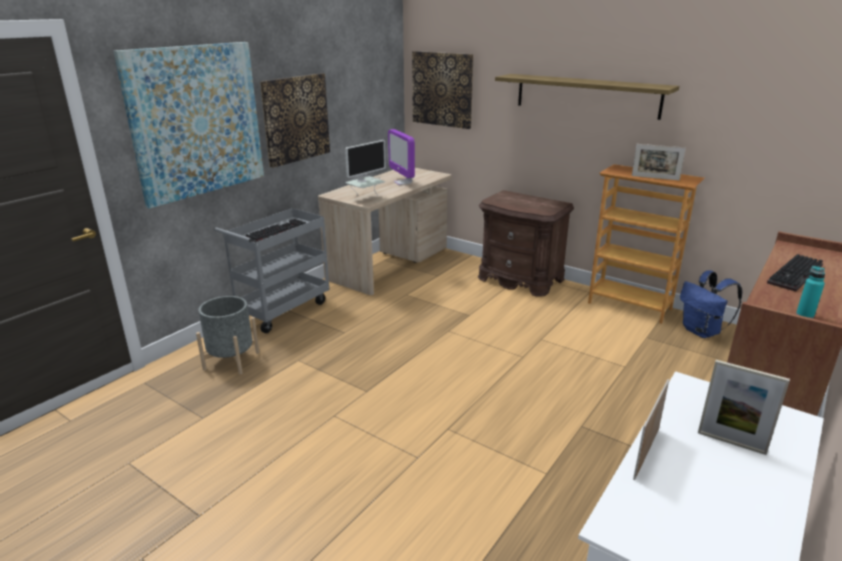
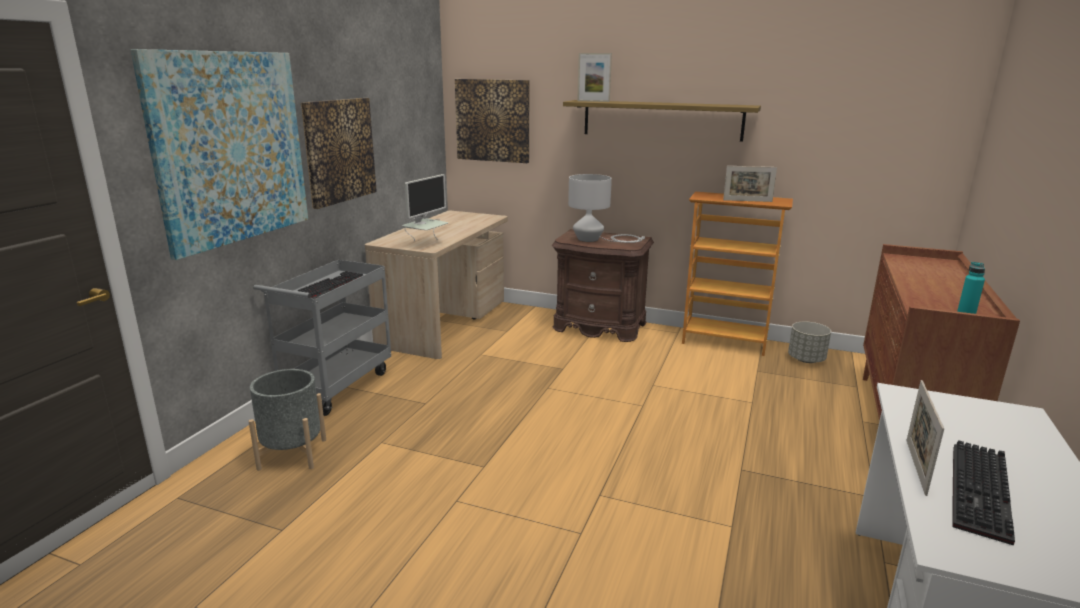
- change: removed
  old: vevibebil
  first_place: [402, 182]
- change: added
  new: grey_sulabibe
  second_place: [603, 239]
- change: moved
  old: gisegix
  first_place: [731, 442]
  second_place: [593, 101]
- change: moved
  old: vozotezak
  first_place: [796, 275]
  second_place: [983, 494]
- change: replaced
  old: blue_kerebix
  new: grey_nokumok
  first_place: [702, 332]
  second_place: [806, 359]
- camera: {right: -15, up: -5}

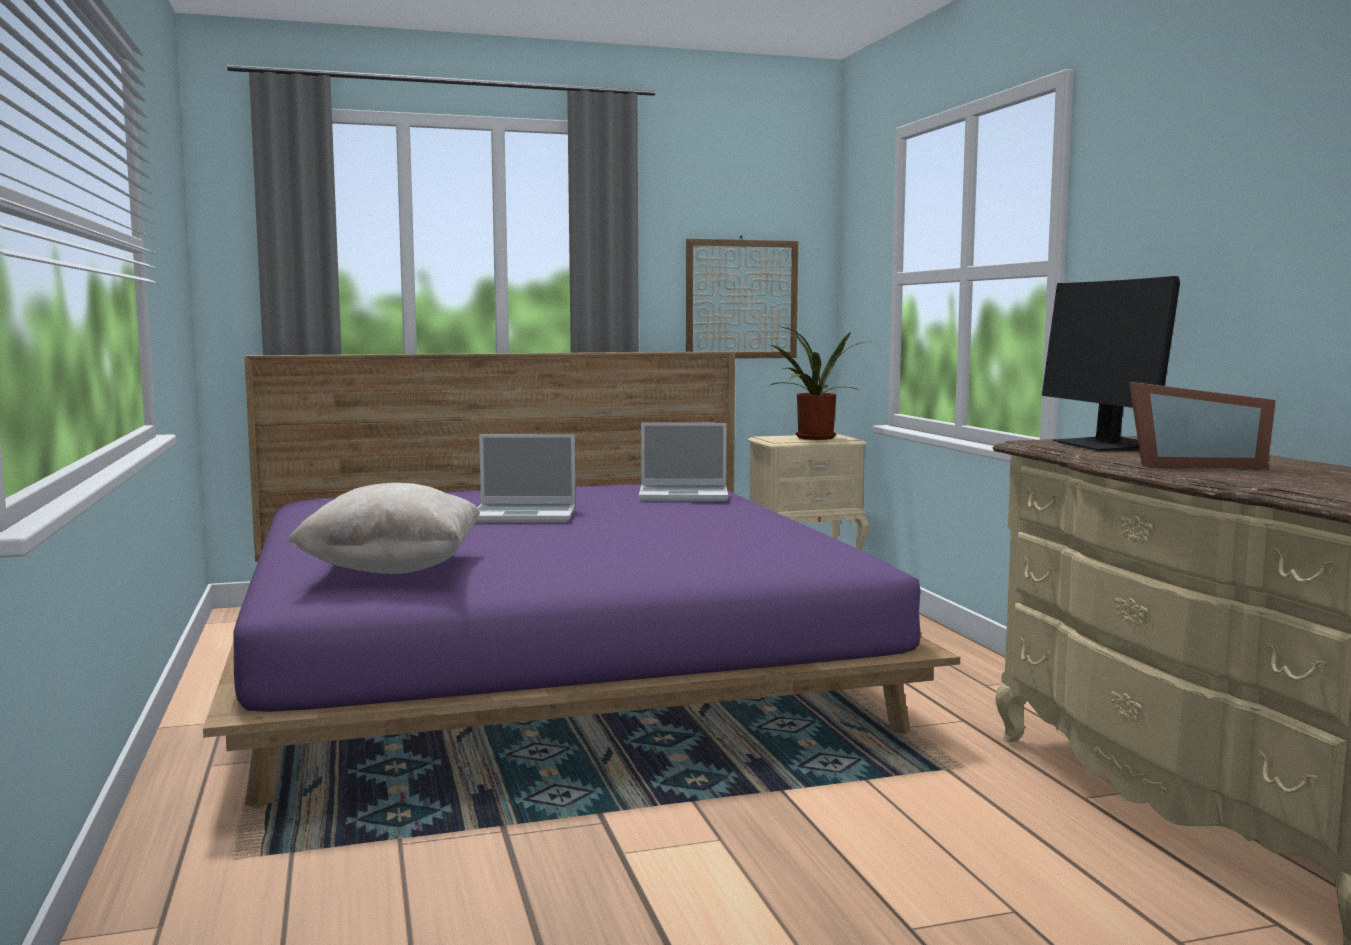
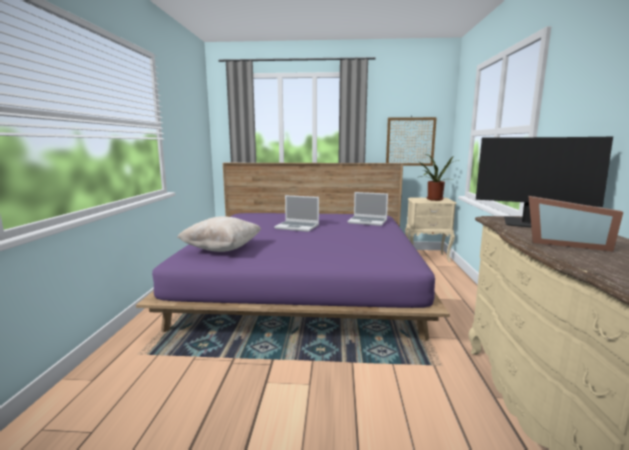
- change: turned
  old: vevibebil
  first_place: [1106, 446]
  second_place: [530, 224]
  degrees: -75
- camera: {right: 20, up: 5}

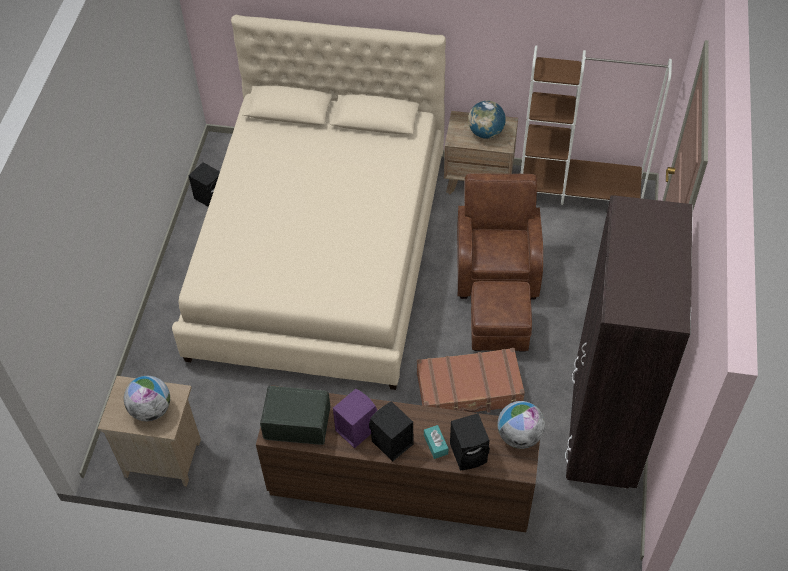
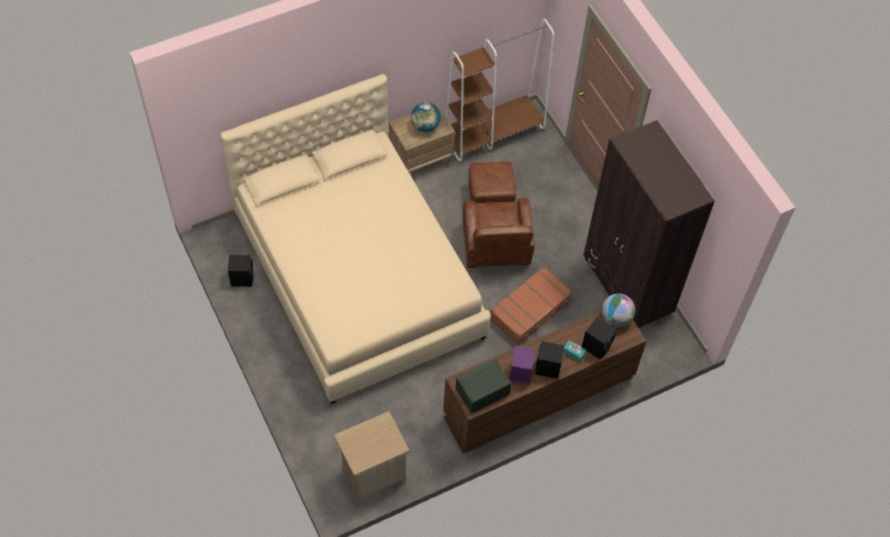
- change: removed
  old: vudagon
  first_place: [151, 409]
- change: turned
  old: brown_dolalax
  first_place: [497, 288]
  second_place: [494, 232]
  degrees: -150
- camera: {right: -40, up: 5}

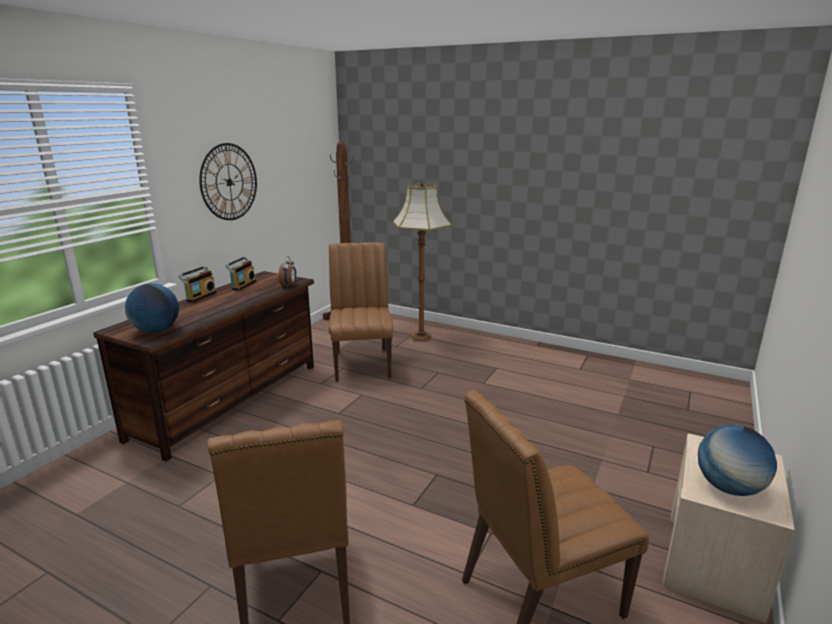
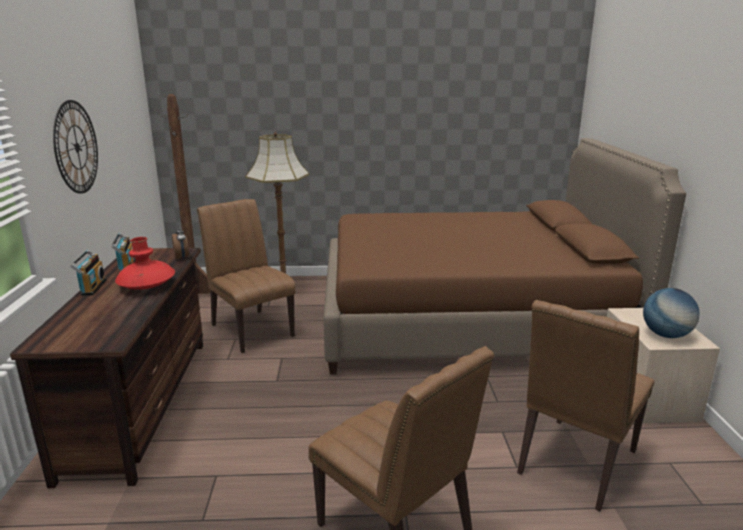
- change: removed
  old: vudagon
  first_place: [156, 330]
- change: added
  new: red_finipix
  second_place: [147, 286]
- change: added
  new: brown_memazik
  second_place: [467, 320]
- camera: {right: -30, up: 0}

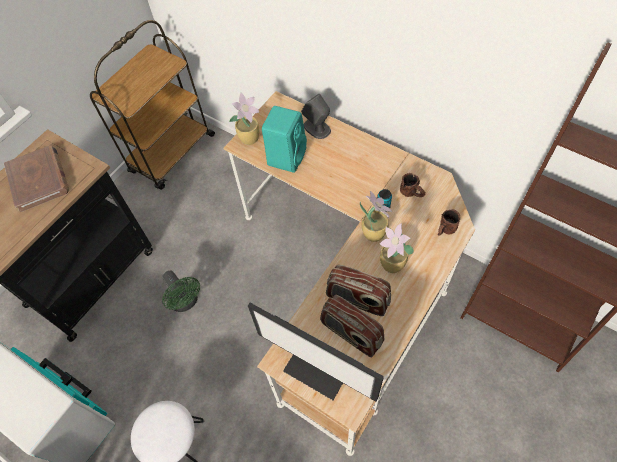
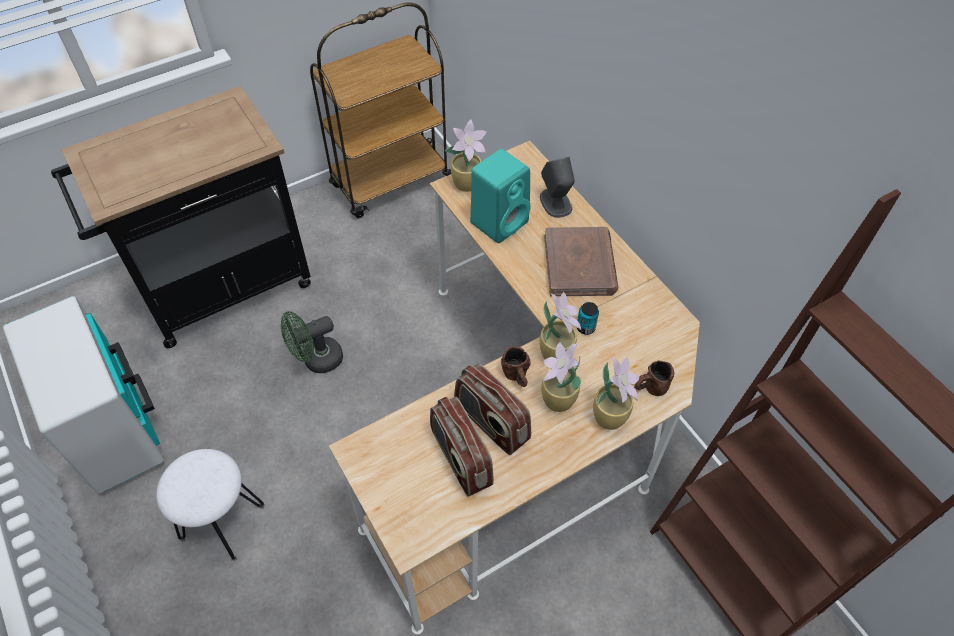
- change: removed
  old: vevibebil
  first_place: [318, 369]
- change: added
  new: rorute
  second_place: [610, 416]
- change: moved
  old: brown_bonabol
  first_place: [39, 180]
  second_place: [580, 264]
- change: moved
  old: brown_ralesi
  first_place: [412, 193]
  second_place: [517, 377]
- change: turned
  old: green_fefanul
  first_place: [186, 302]
  second_place: [316, 360]
  degrees: 75
- camera: {right: 20, up: -5}

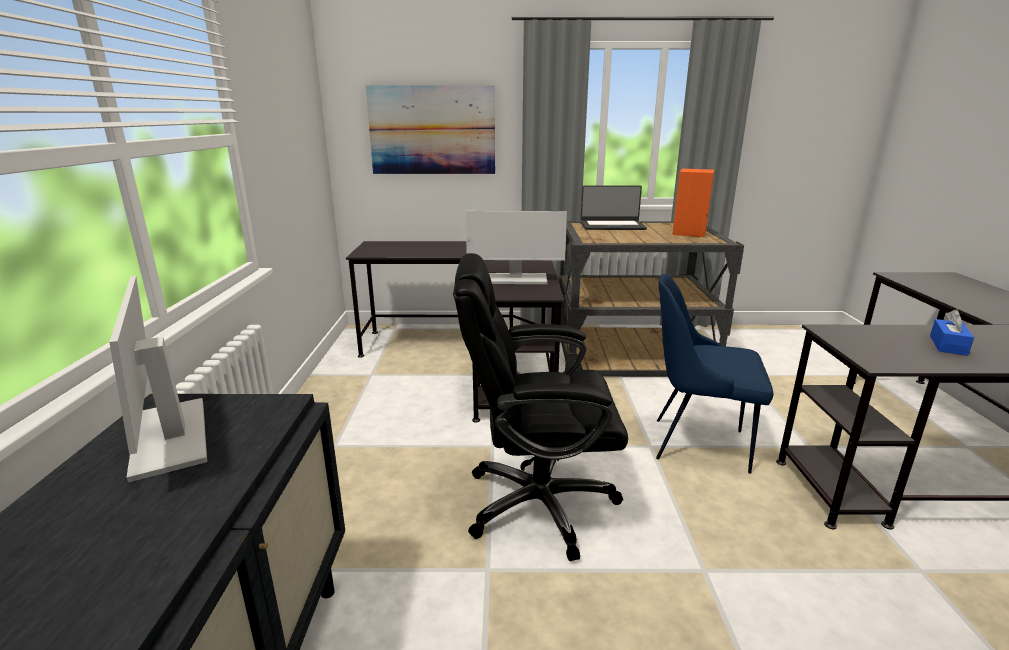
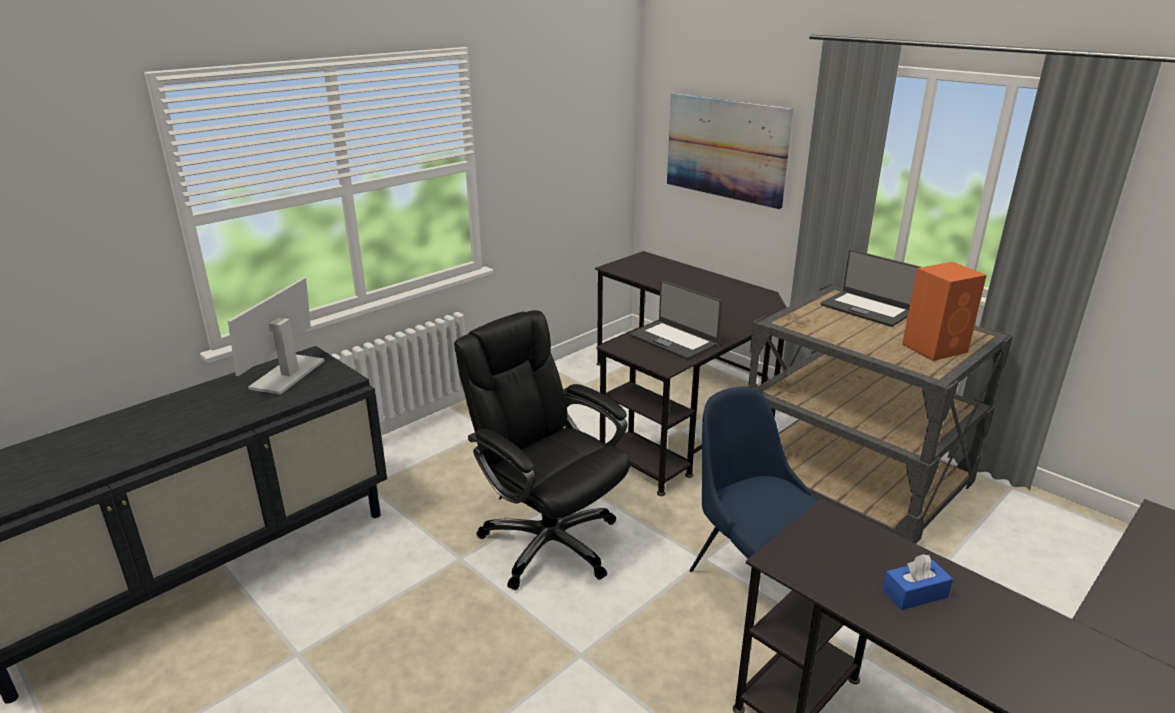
- change: replaced
  old: vevibebil
  new: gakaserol
  first_place: [515, 279]
  second_place: [674, 340]
- camera: {right: 45, up: 5}

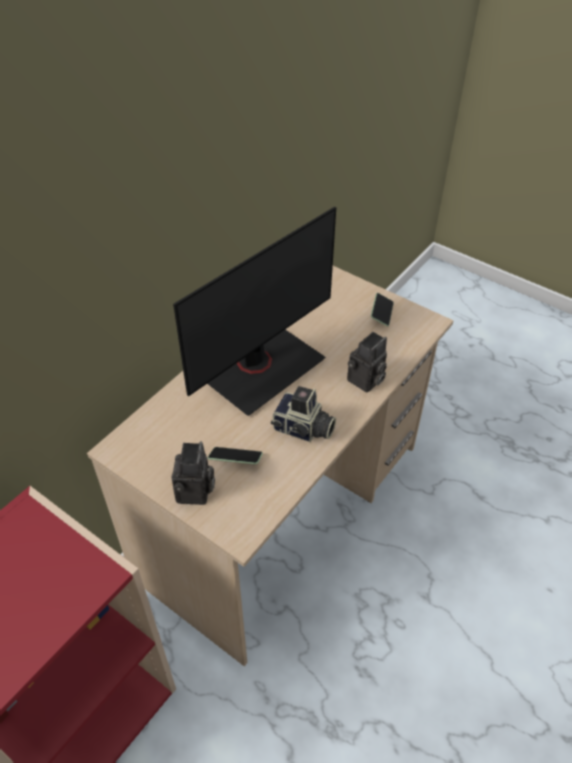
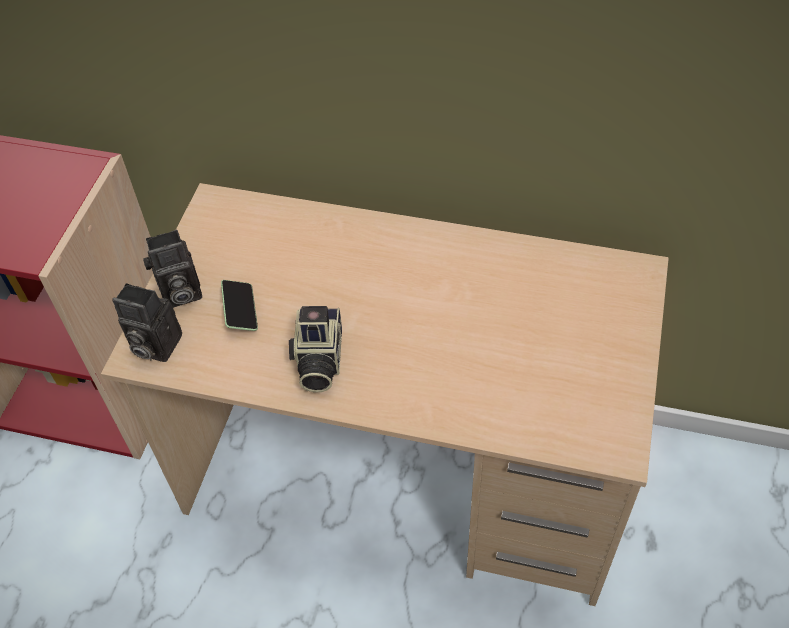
- change: removed
  old: vevibebil
  first_place: [260, 367]
- change: removed
  old: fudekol
  first_place: [381, 314]
- change: moved
  old: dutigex
  first_place: [365, 381]
  second_place: [153, 345]
- camera: {right: 70, up: 5}

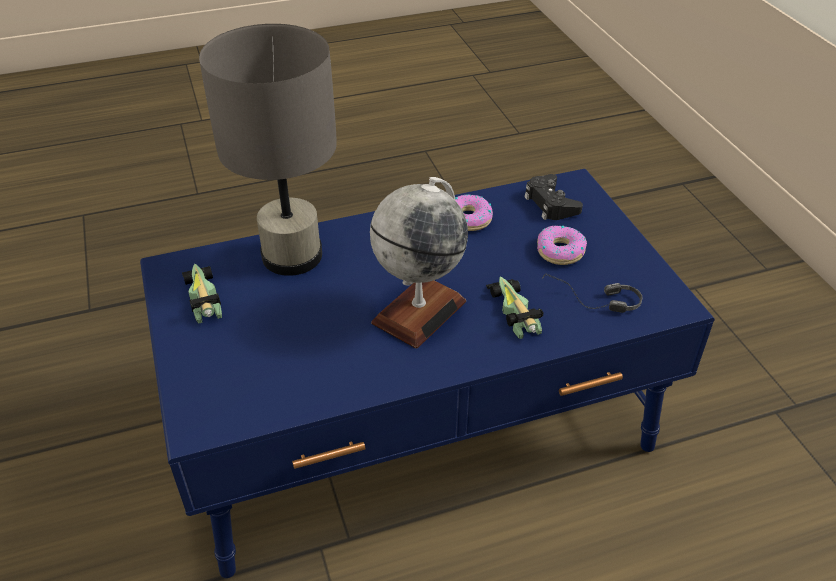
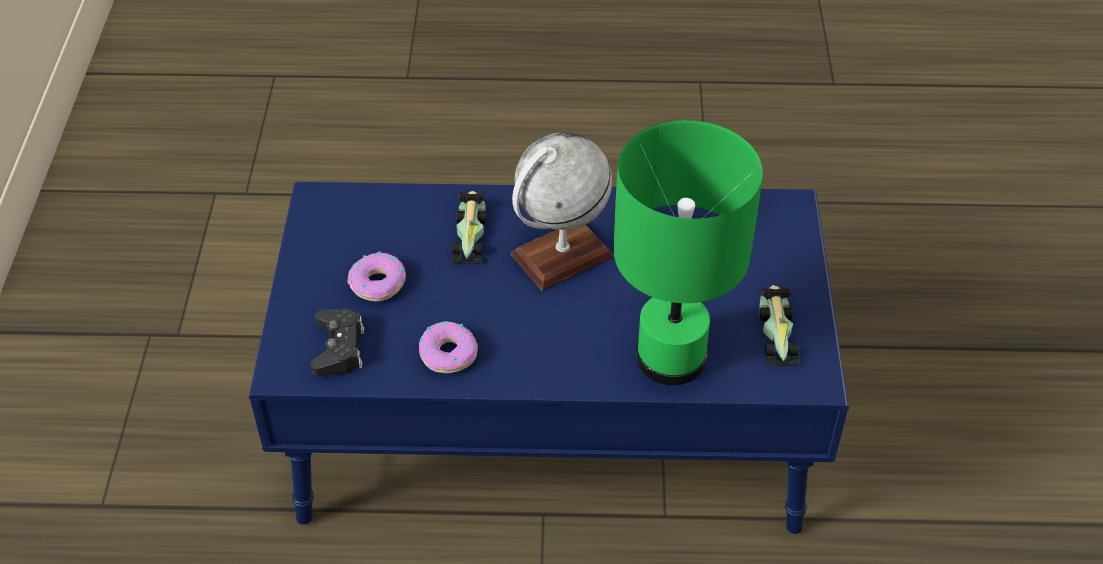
- change: removed
  old: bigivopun
  first_place: [590, 302]
- change: recoloured
  old: grey_sulabibe
  new: green_sulabibe
  first_place: [291, 257]
  second_place: [672, 356]
- camera: {right: -160, up: 5}

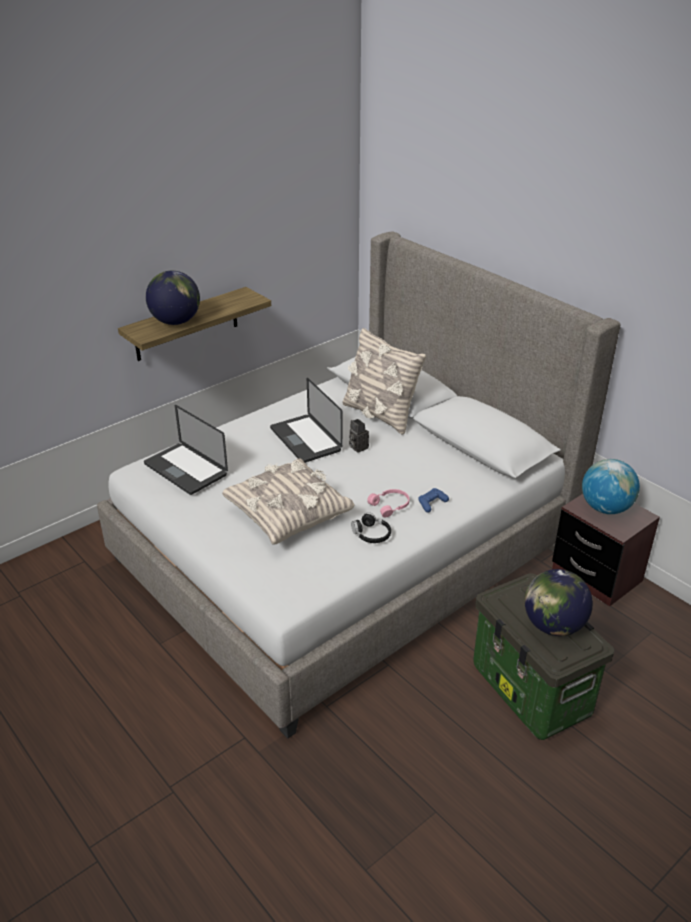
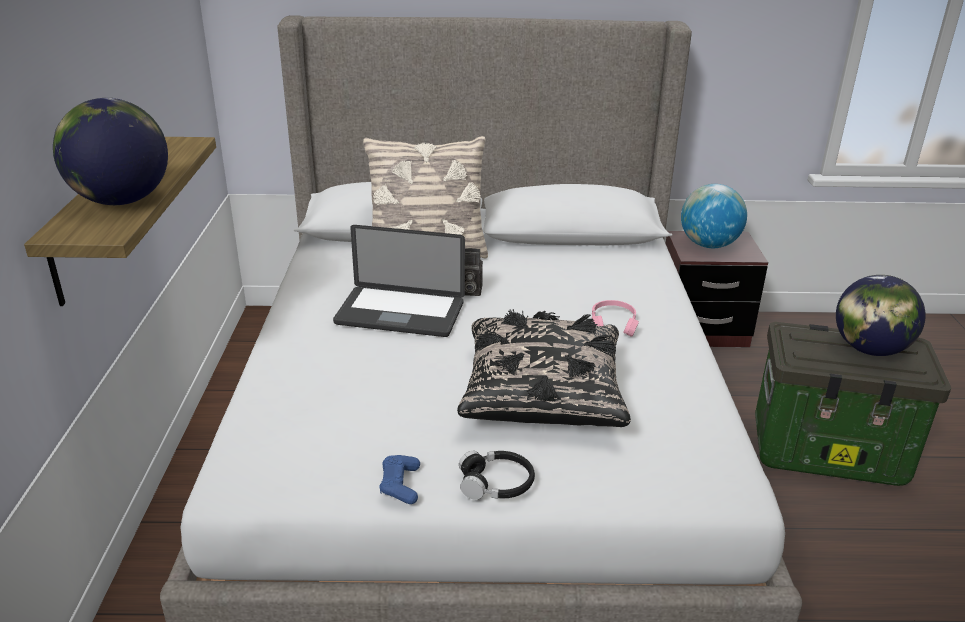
- change: removed
  old: gakaserol
  first_place: [185, 469]
- change: moved
  old: black_bigivopun
  first_place: [371, 534]
  second_place: [496, 484]
- change: moved
  old: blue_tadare
  first_place: [432, 503]
  second_place: [400, 485]
- change: recoloured
  old: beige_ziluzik
  new: black_ziluzik
  first_place: [288, 515]
  second_place: [542, 397]
- camera: {right: -50, up: -5}

